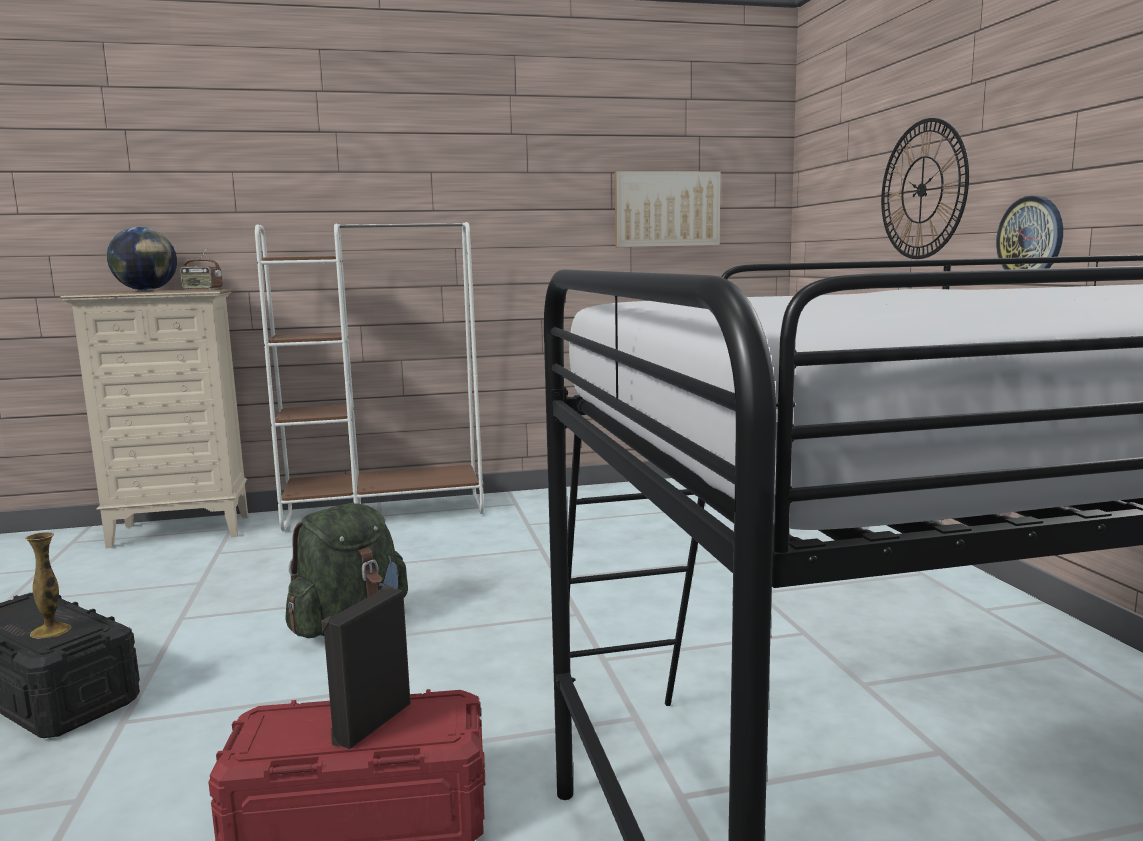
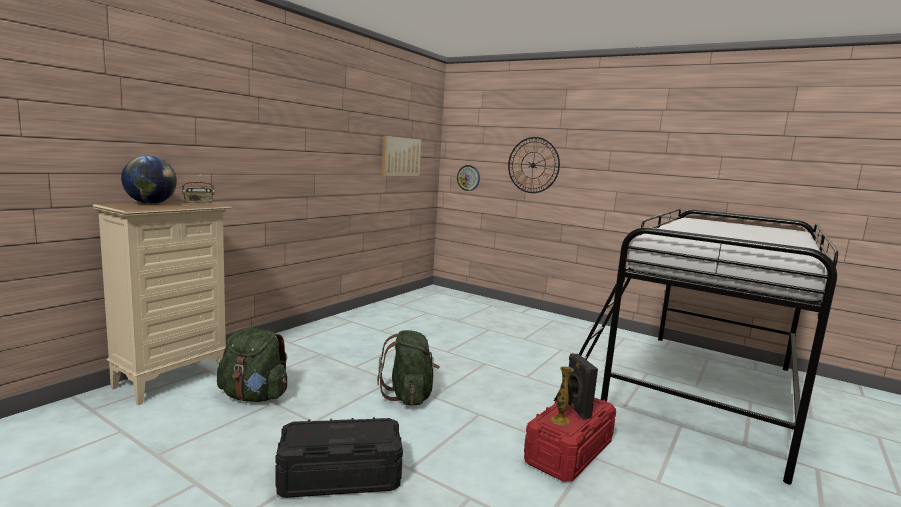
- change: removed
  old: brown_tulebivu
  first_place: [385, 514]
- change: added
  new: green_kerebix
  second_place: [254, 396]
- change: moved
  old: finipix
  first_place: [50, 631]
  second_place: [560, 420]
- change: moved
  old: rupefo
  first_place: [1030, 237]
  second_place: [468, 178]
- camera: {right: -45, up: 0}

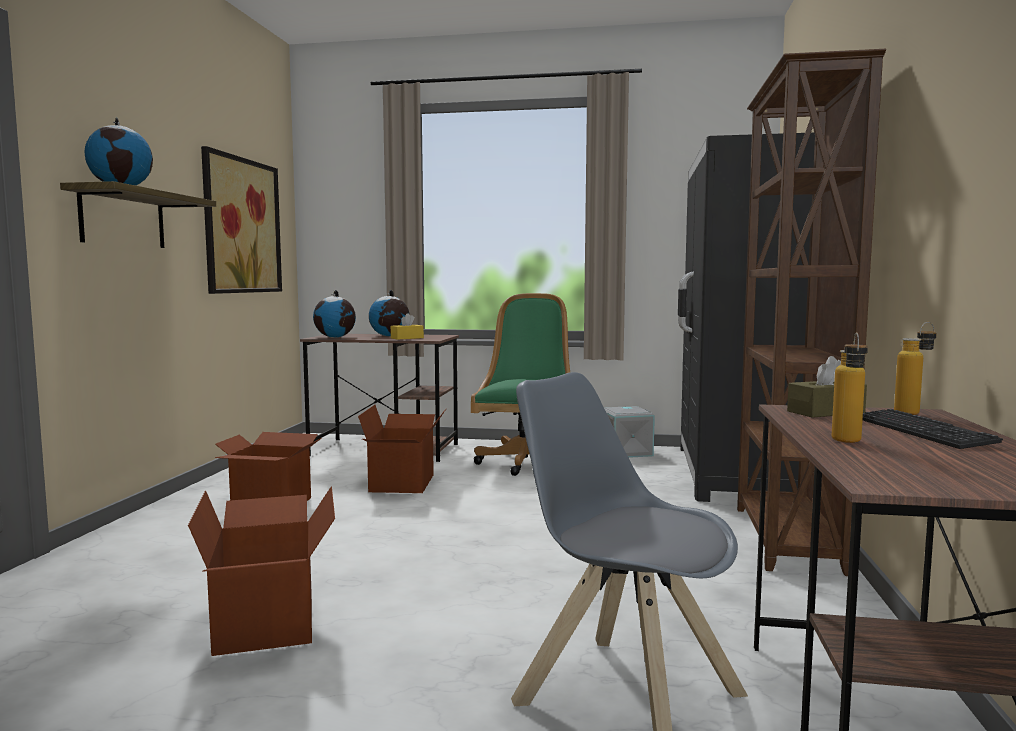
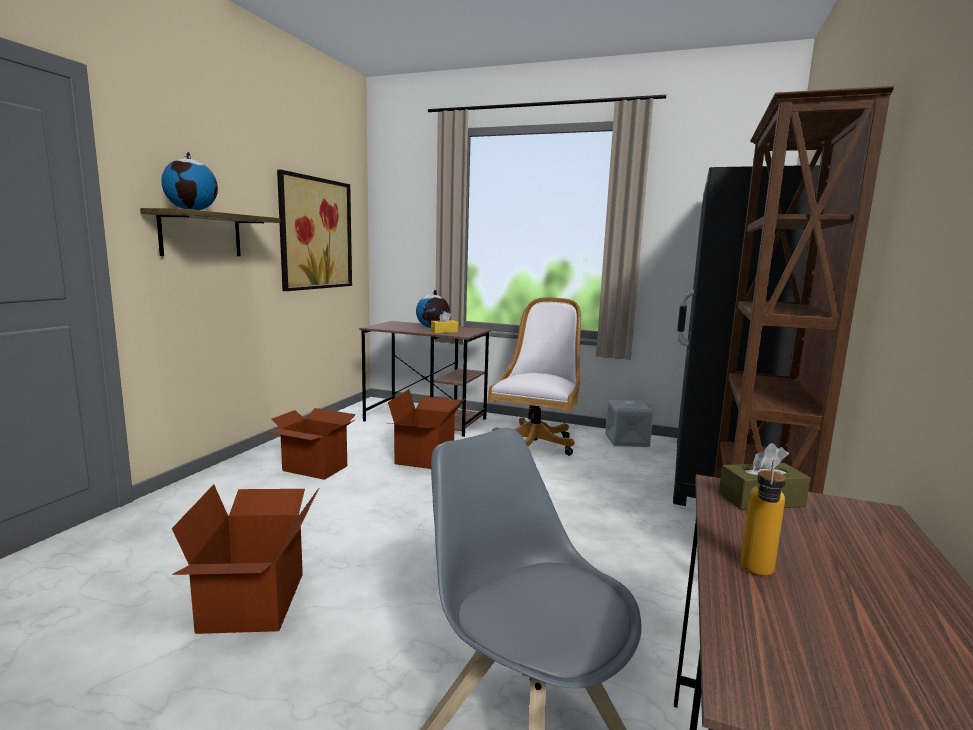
- change: removed
  old: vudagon
  first_place: [335, 337]
- change: removed
  old: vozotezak
  first_place: [921, 431]
- change: removed
  old: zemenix
  first_place: [913, 412]
- change: recoloured
  old: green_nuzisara
  new: white_nuzisara
  first_place: [526, 461]
  second_place: [536, 442]
- camera: {right: 10, up: 5}

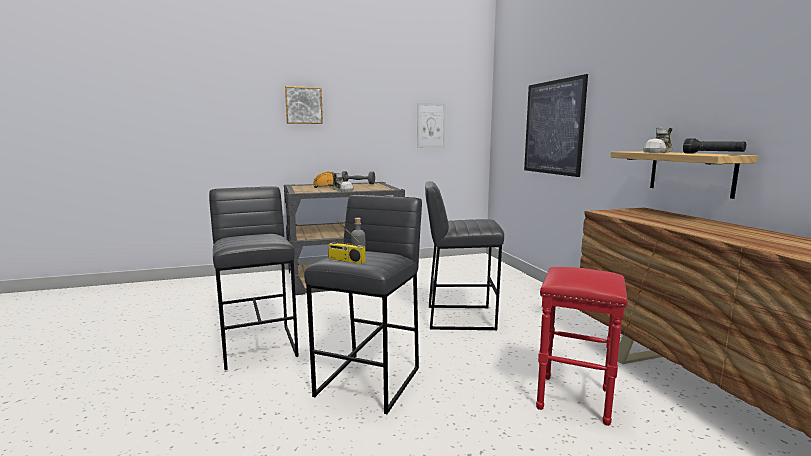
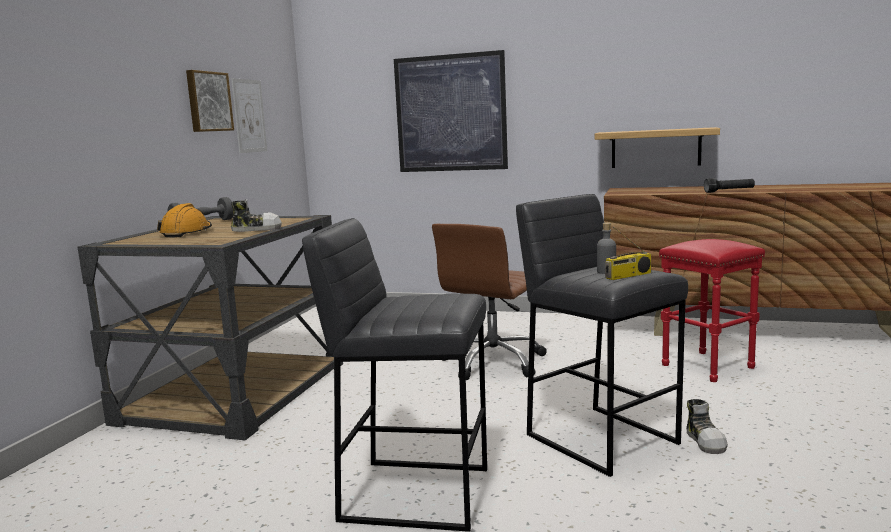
- change: moved
  old: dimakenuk
  first_place: [303, 105]
  second_place: [208, 101]
- change: moved
  old: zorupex
  first_place: [658, 152]
  second_place: [705, 441]
- change: moved
  old: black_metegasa
  first_place: [712, 154]
  second_place: [729, 191]
- change: replaced
  old: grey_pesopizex
  new: brown_nuzisara
  first_place: [459, 317]
  second_place: [493, 363]
- camera: {right: -55, up: 0}

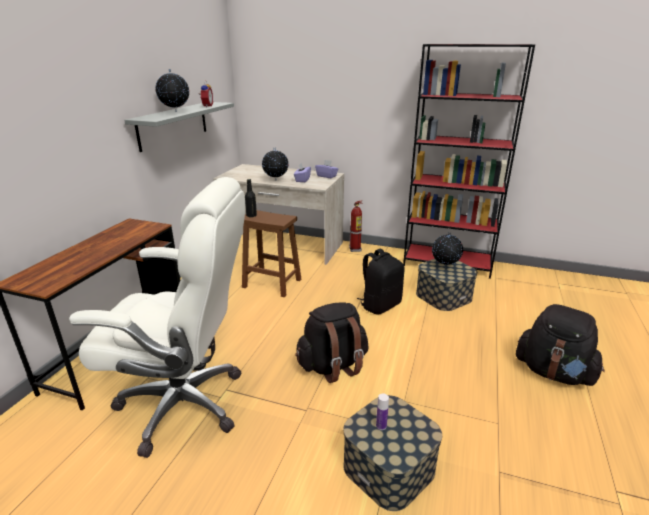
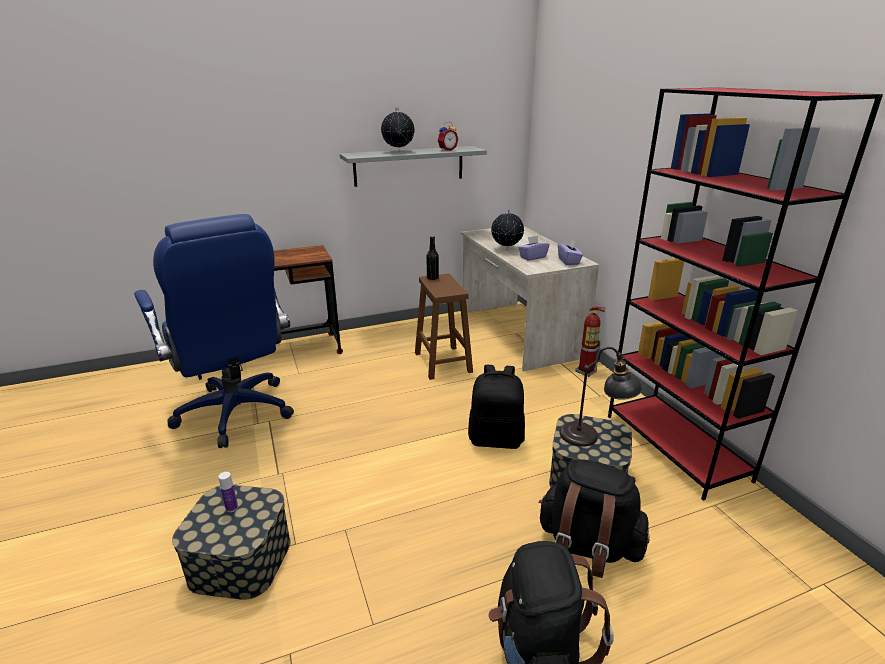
- change: moved
  old: black_kerebix
  first_place: [333, 365]
  second_place: [587, 547]
- change: replaced
  old: vudagon
  new: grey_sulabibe
  first_place: [444, 266]
  second_place: [595, 434]
- change: recoloured
  old: white_nuzisara
  new: blue_nuzisara
  first_place: [185, 405]
  second_place: [236, 413]
- camera: {right: 50, up: 0}

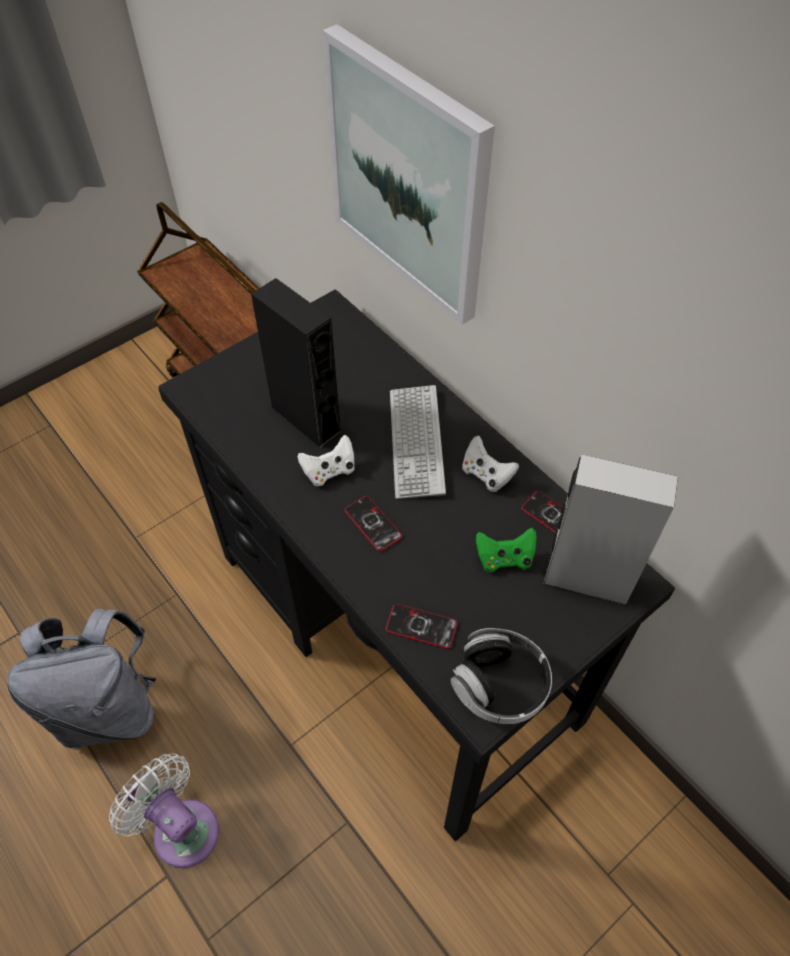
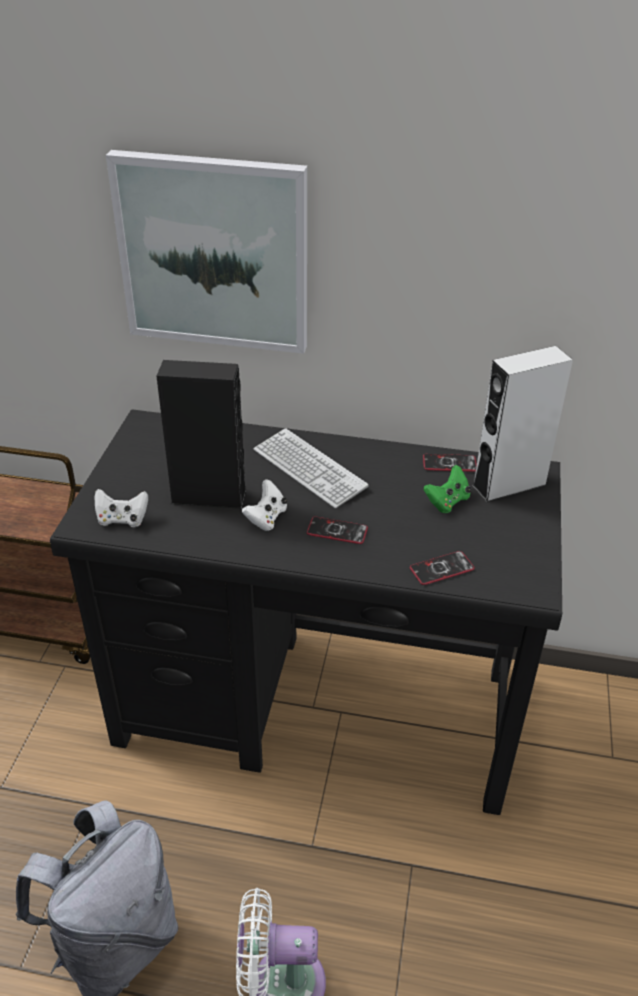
- change: removed
  old: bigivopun
  first_place: [500, 685]
- change: moved
  old: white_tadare
  first_place: [486, 474]
  second_place: [122, 519]
- camera: {right: -40, up: -15}

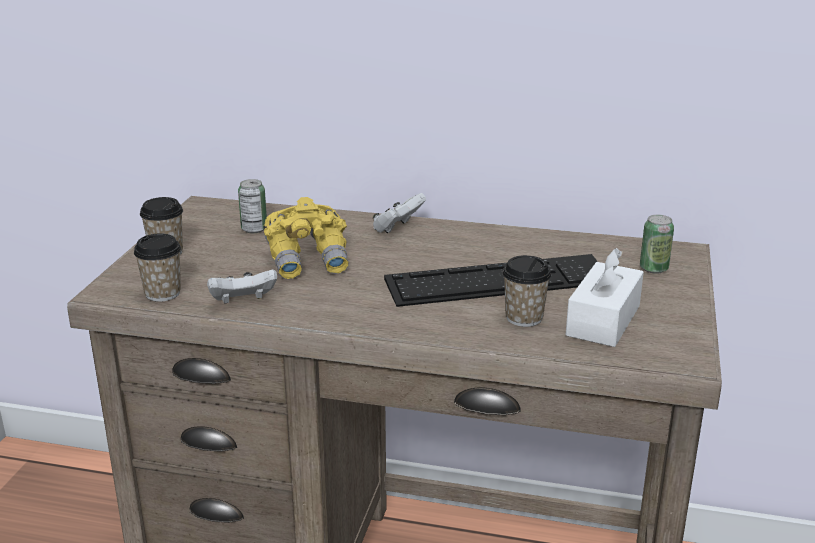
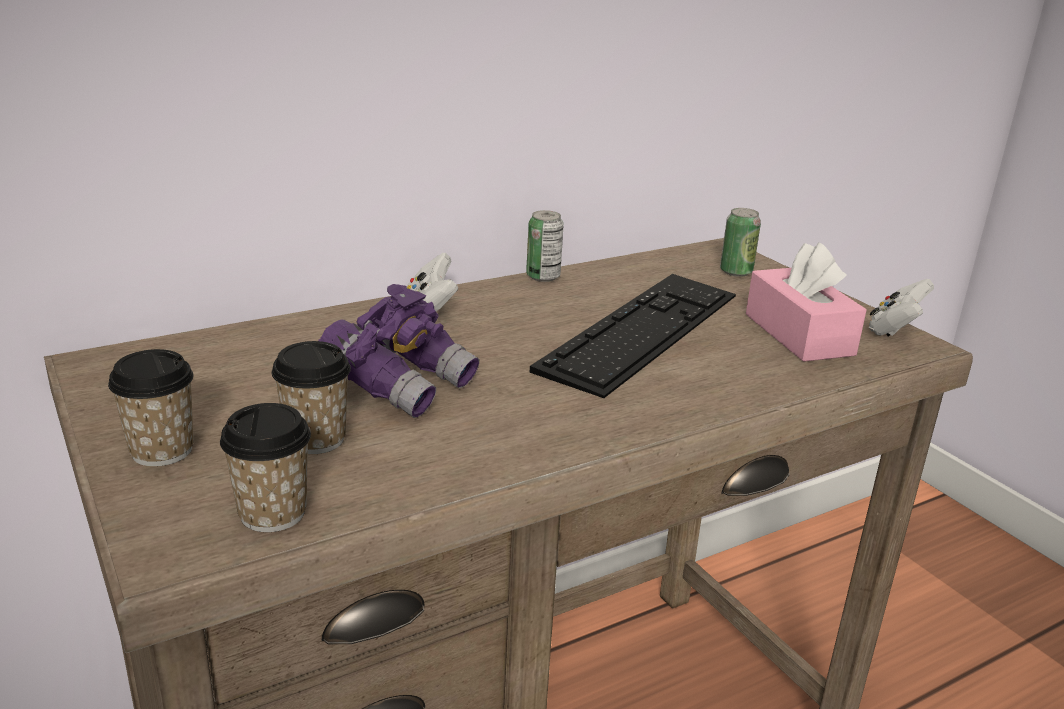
- change: moved
  old: white_tadare
  first_place: [243, 302]
  second_place: [895, 329]
- change: moved
  old: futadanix
  first_place: [254, 229]
  second_place: [543, 277]
- change: moved
  old: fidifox
  first_place: [524, 318]
  second_place: [316, 439]
- change: recoloured
  old: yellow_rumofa
  new: purple_rumofa
  first_place: [309, 261]
  second_place: [400, 385]
- change: recoloured
  old: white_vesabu
  new: pink_vesabu
  first_place: [603, 320]
  second_place: [798, 334]
- camera: {right: -45, up: 0}

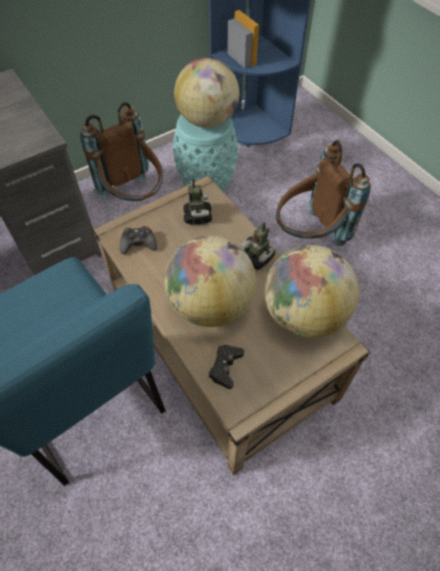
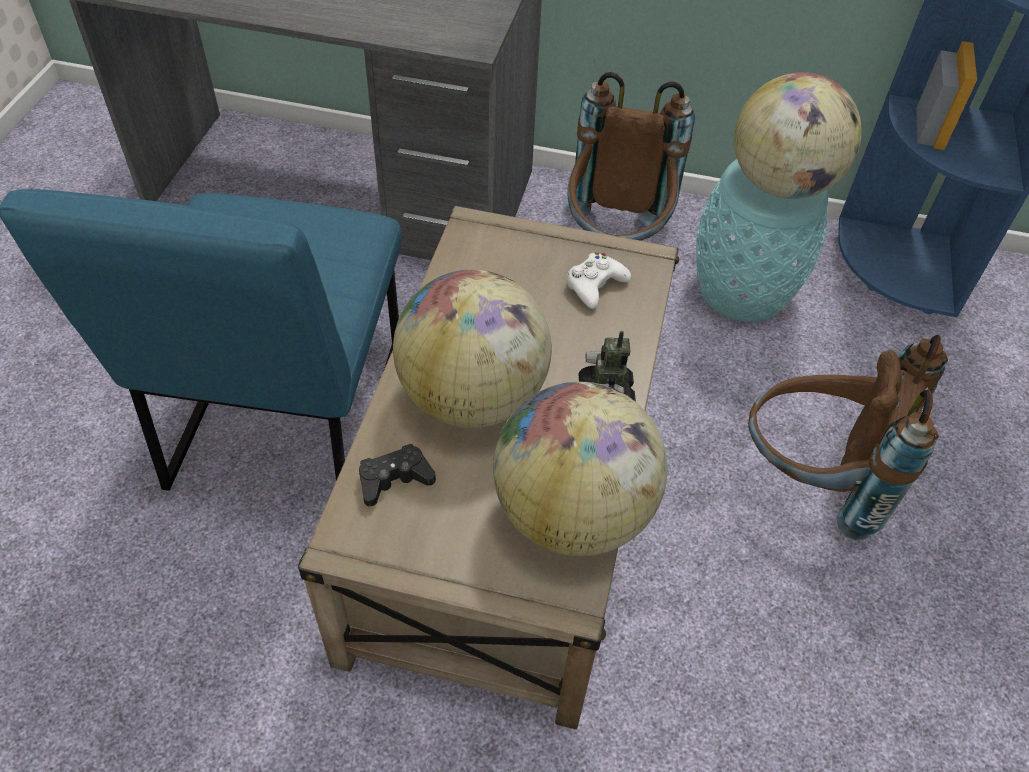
- change: removed
  old: black_tadare
  first_place: [138, 243]
- change: replaced
  old: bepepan
  new: white_tadare
  first_place: [197, 216]
  second_place: [595, 285]
- camera: {right: 45, up: -5}

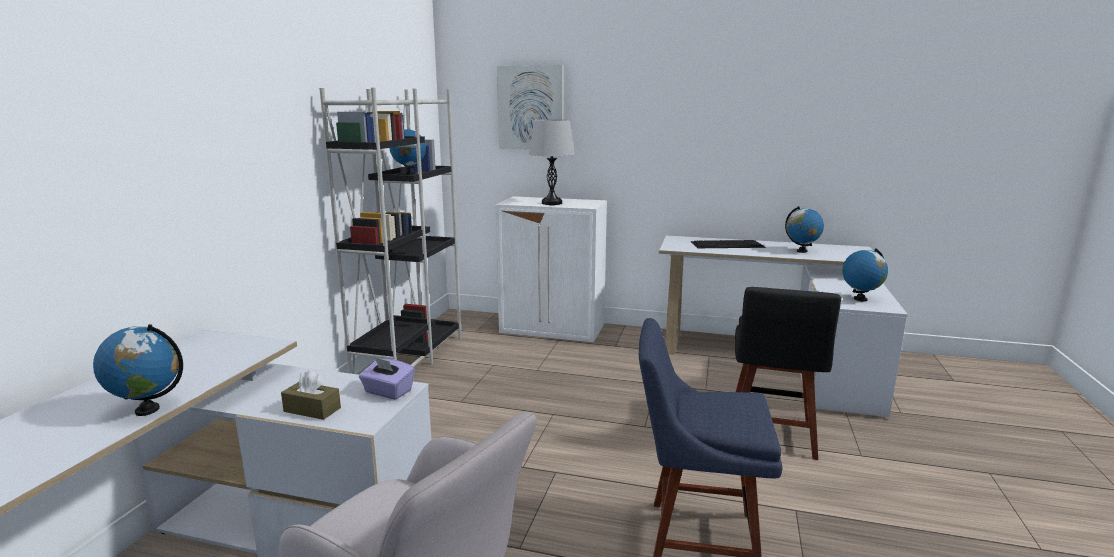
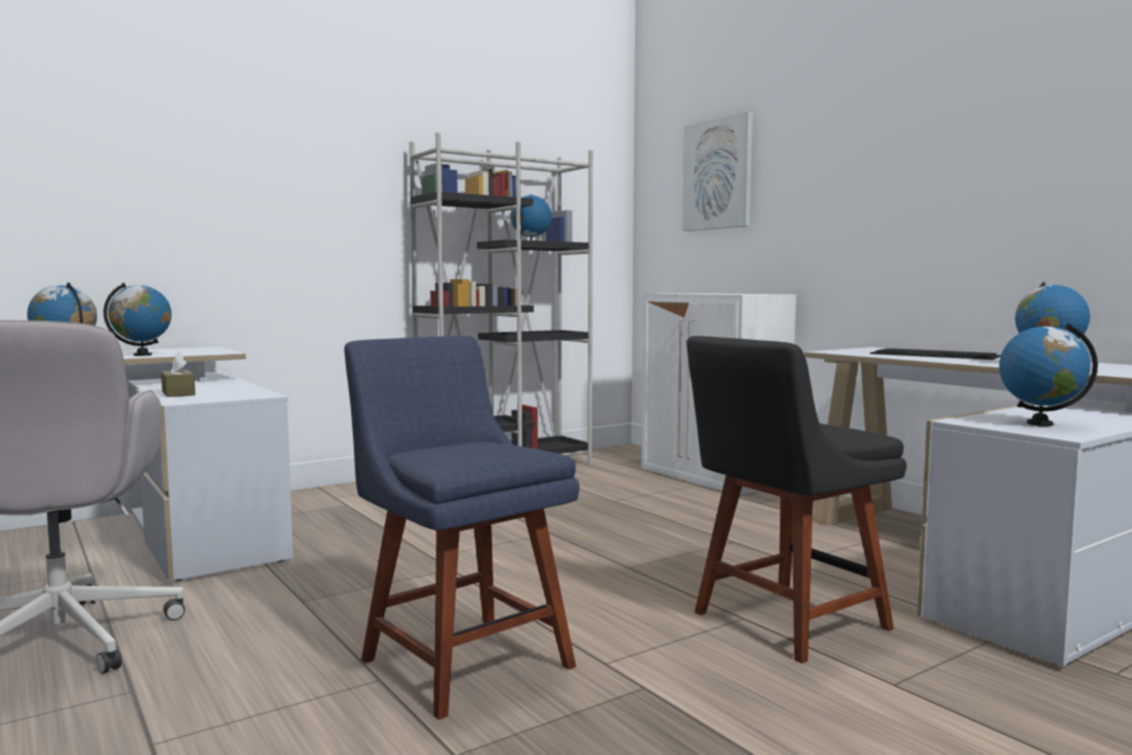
- change: removed
  old: purple_vesabu
  first_place: [388, 392]
- change: removed
  old: grey_sulabibe
  first_place: [552, 203]
- change: added
  new: vudagon
  second_place: [142, 355]
- camera: {right: 40, up: -10}

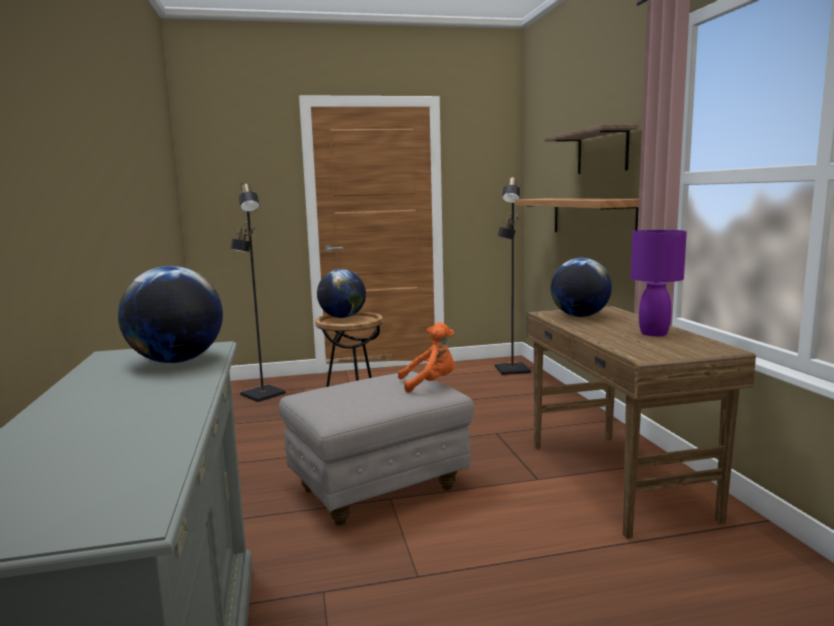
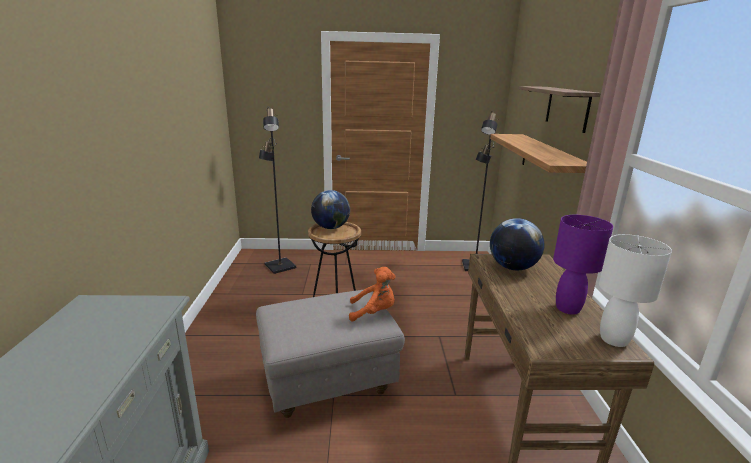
- change: removed
  old: vudagon
  first_place: [177, 361]
- change: added
  new: white_sulabibe
  second_place: [614, 339]
- camera: {right: 10, up: 10}

